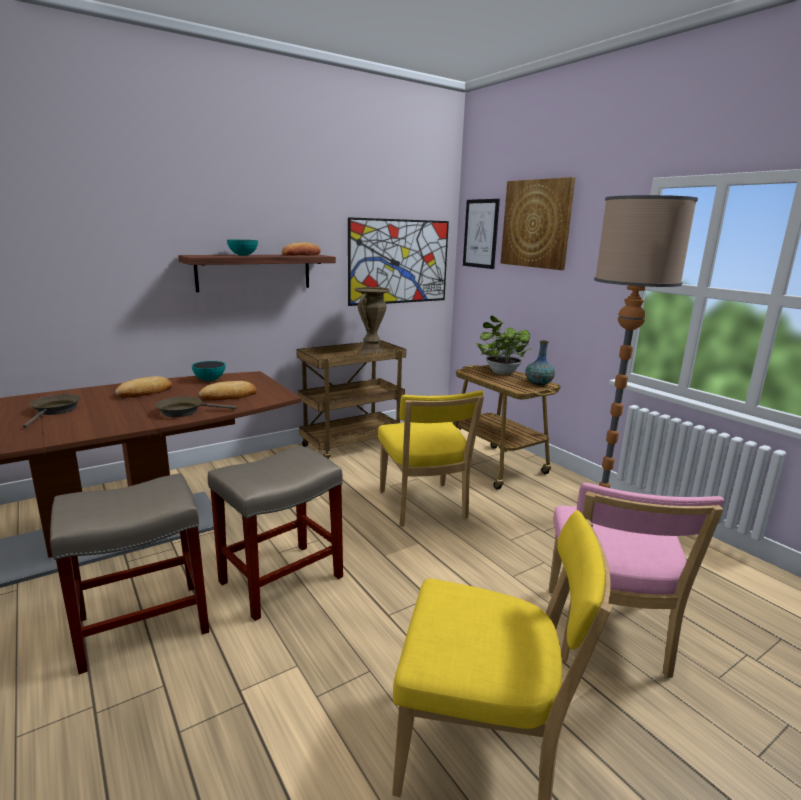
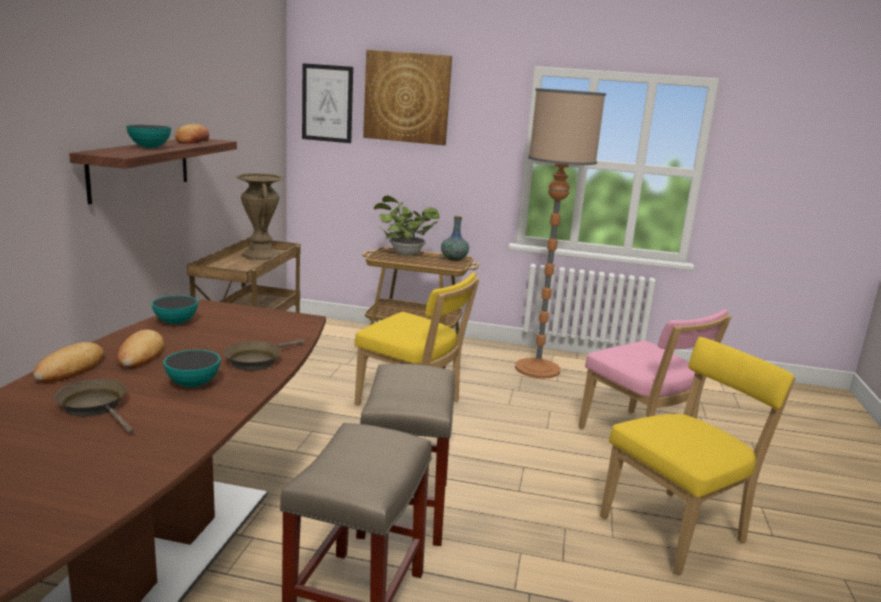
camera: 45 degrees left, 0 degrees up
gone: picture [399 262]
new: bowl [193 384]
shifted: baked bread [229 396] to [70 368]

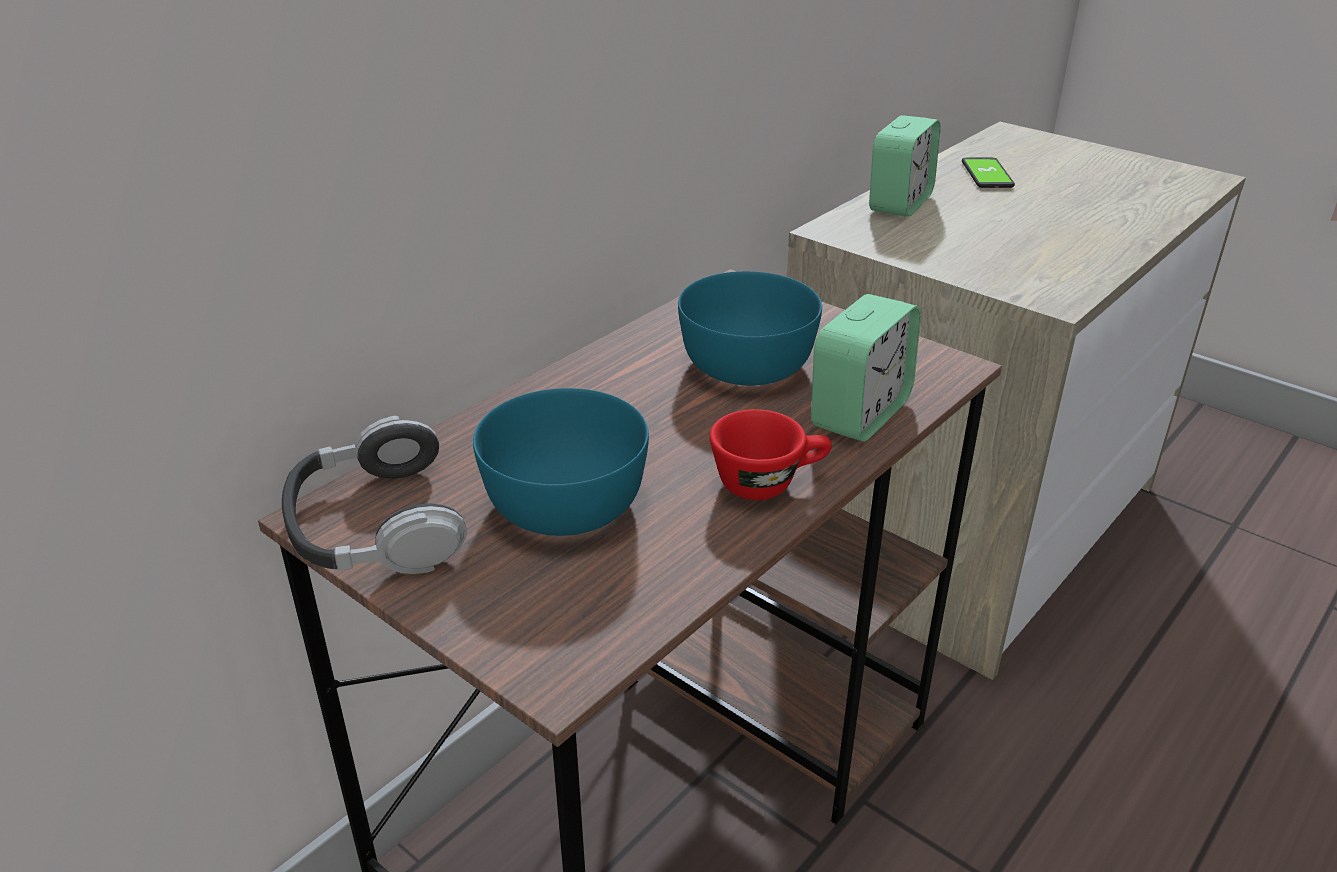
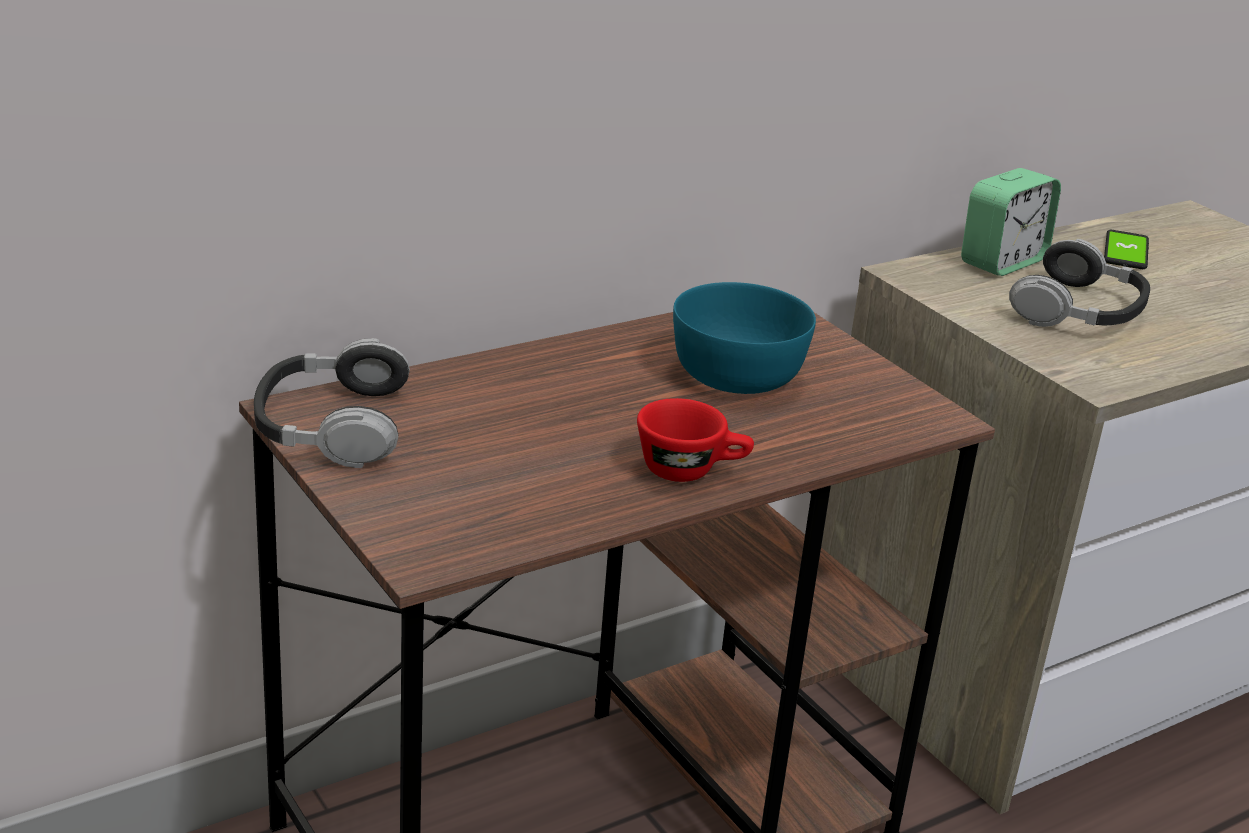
camera: 15 degrees right, 5 degrees down
gone: bowl (turquoise) [568 501]; alarm clock [860 414]
new: headset [1080 310]

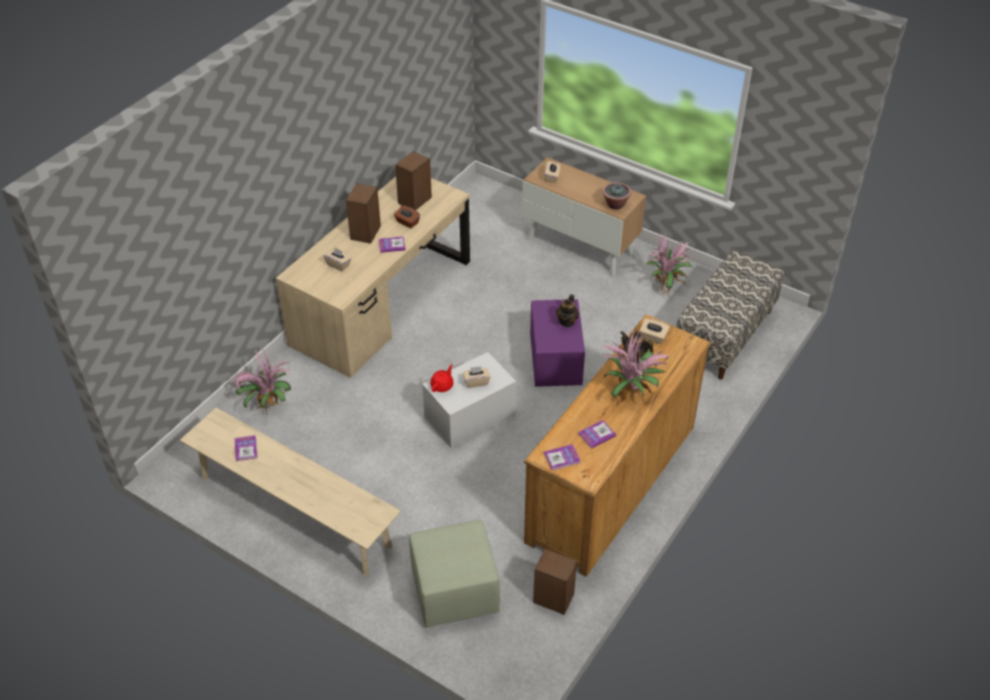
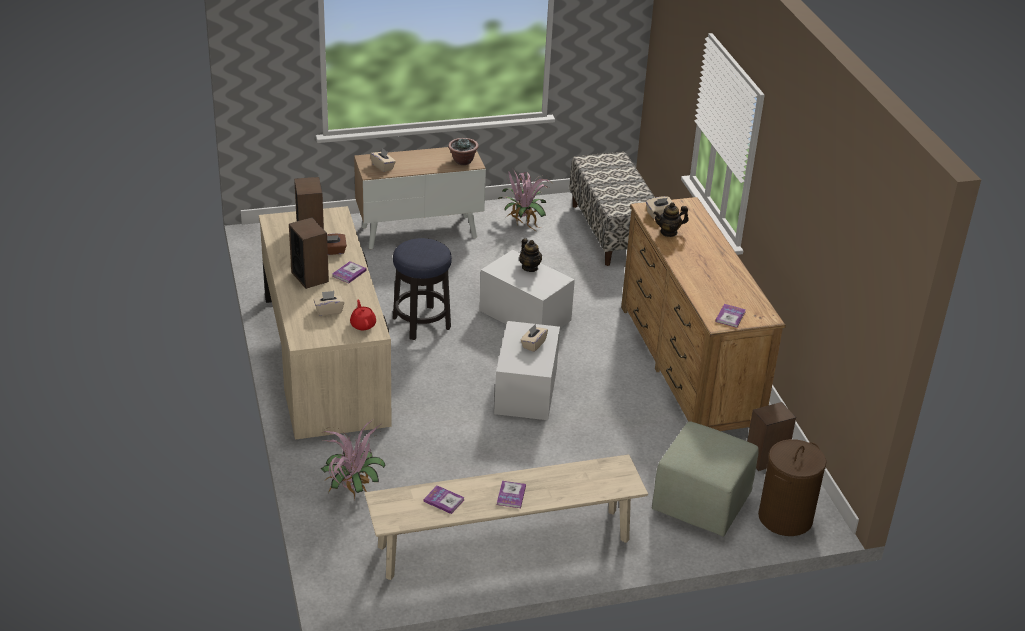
camera: 50 degrees left, 10 degrees down
gone: potted plant [631 394]
new: sitting stool [421 323]; washing basket (brown) [785 518]
shifted: teapot (red) [442 385] to [363 324]; bound book [597 435] to [511 495]
repainted: storage container (purplish) [555 358] to storage container (white) [524 315]

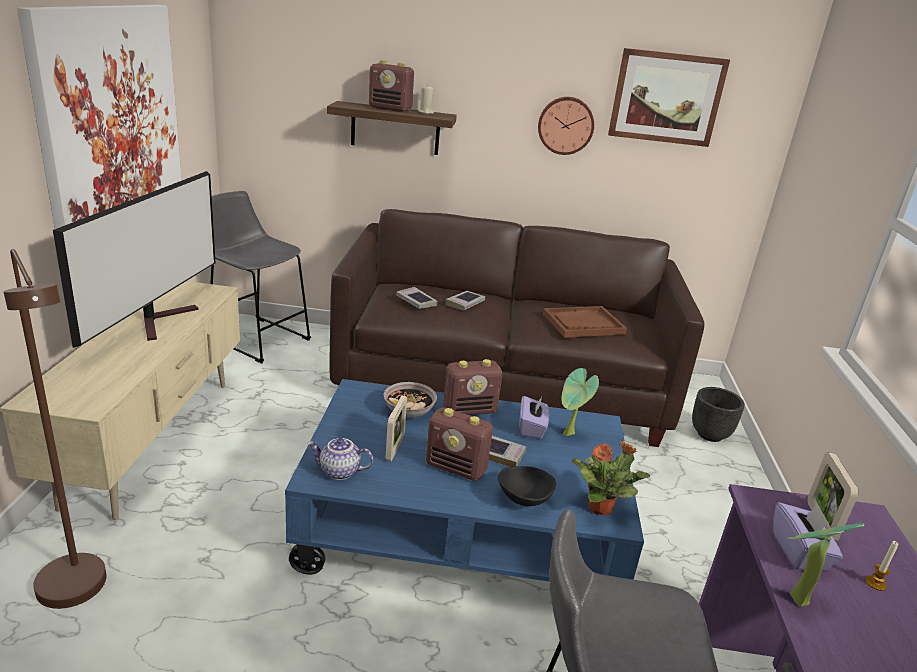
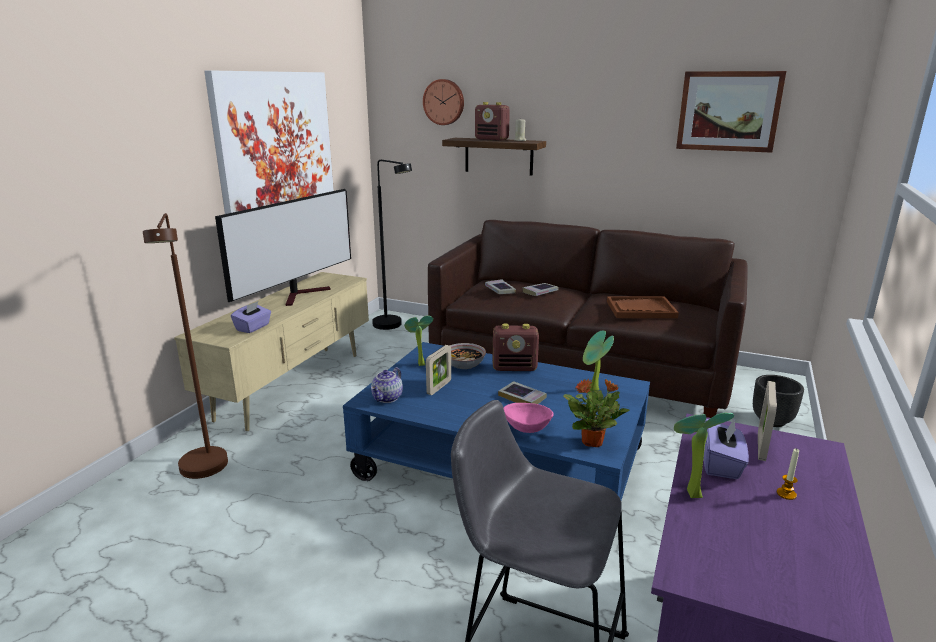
camera: 20 degrees right, 5 degrees down
gone: radio receiver [456 468]
new: potted plant [419 364]
shifted: box of tissues (purplish) [531 428] to [253 327]; hanging clock [565 125] to [444 102]
swapped: sitting stool (grey) [256 338] to floor lamp (black-coloured) [393 326]
repainted: bowl (black-coloured) [523 499] to bowl (pink) [527 429]
rotated: teapot [339 472] = [388 398] 90 degrees counterclockwise

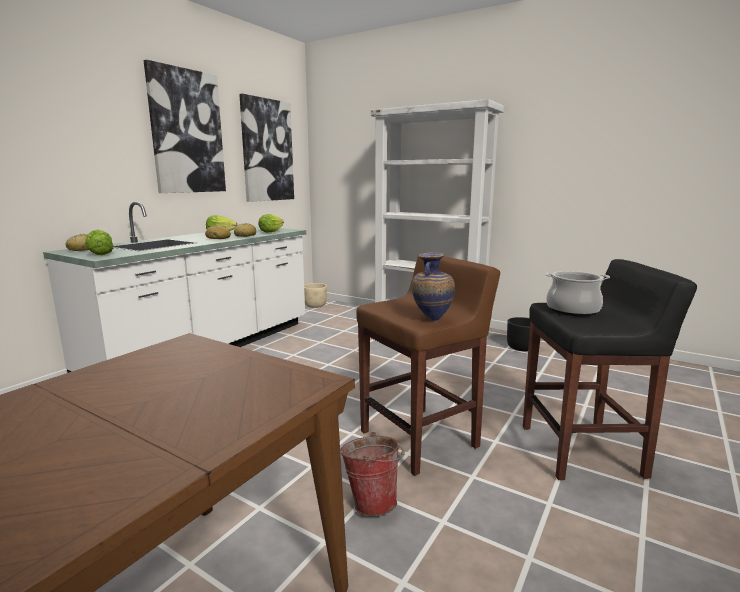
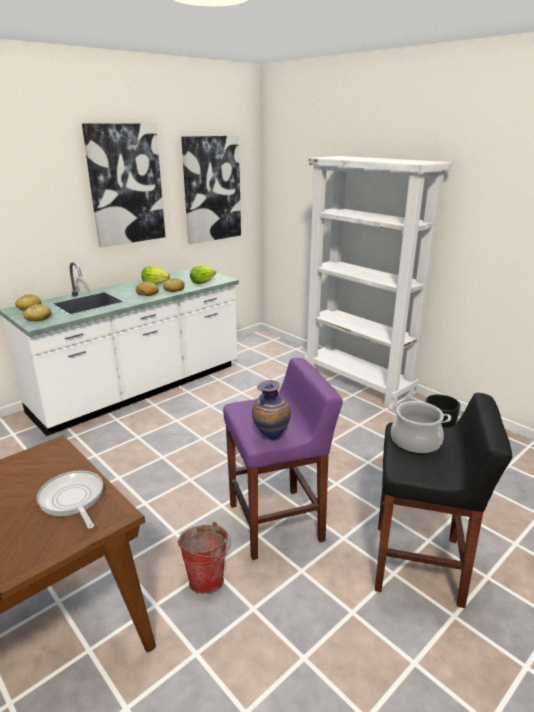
camera: 15 degrees right, 10 degrees up
gone: planter (sand-coloured) [315 305]
new: skillet [73 500]
swapped: lettuce head [100 254] to baked bread [38 318]
repainted: sitting stool (brown) [420 439] to sitting stool (purplish) [277 522]

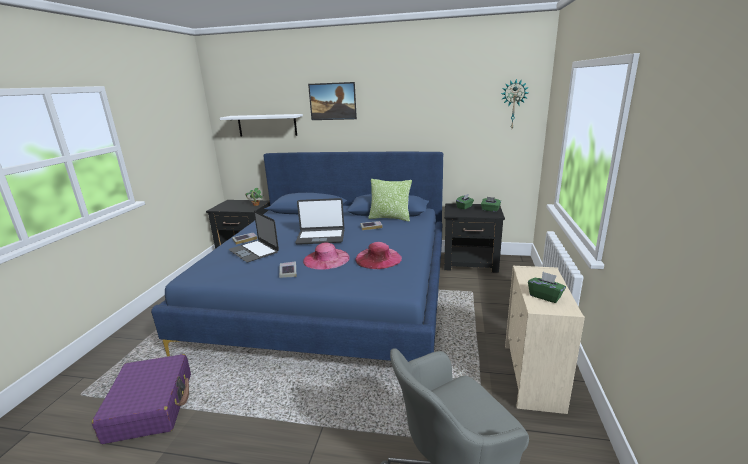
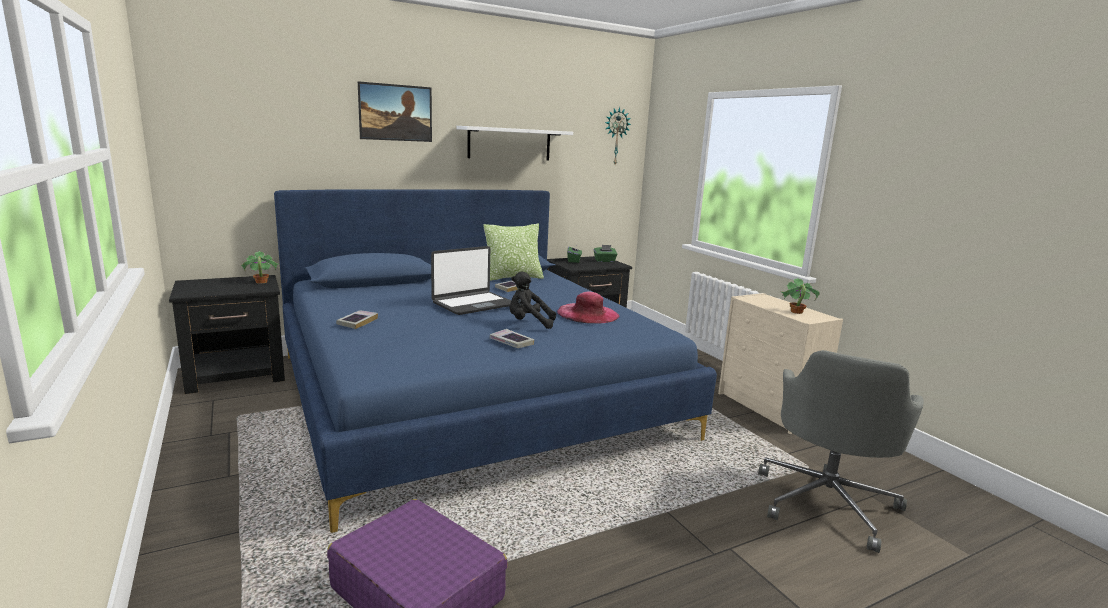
camera: 40 degrees left, 5 degrees down
gone: notebook computer [254 251]
shifted: shelf (white) [267 125] to [509 144]
swapped: clothing hat (pink) [326 259] to cuddly toy (black-coloured) [529 323]; box of tissues (green-coloured) [545 296] to potted plant [796 312]

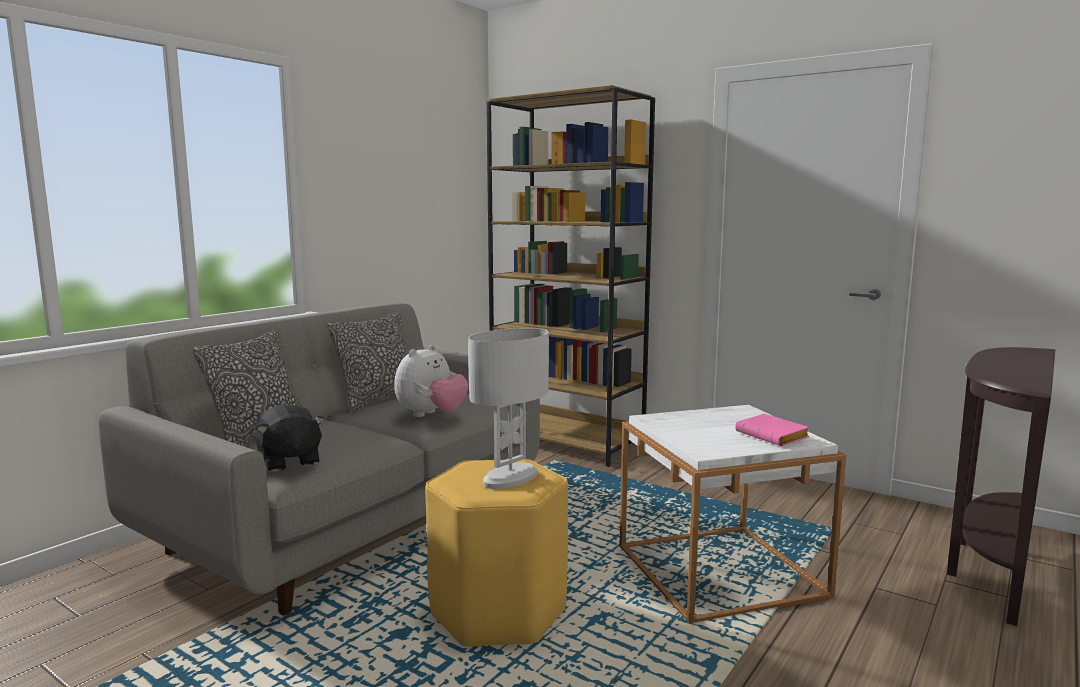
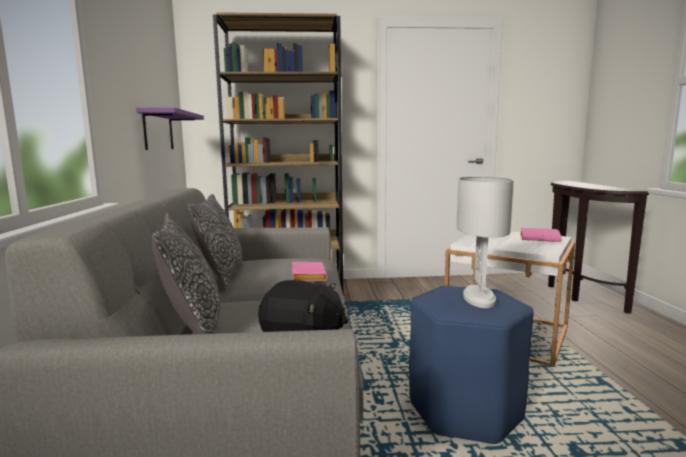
camera: 40 degrees left, 0 degrees up
new: shelf (purplish) [158 131]
swapped: cuddly toy [431 415] to bound book (pink) [307 276]
repainted: sitting stool (yellow-coloured) [499 612] to sitting stool (blue-coloured) [465 410]

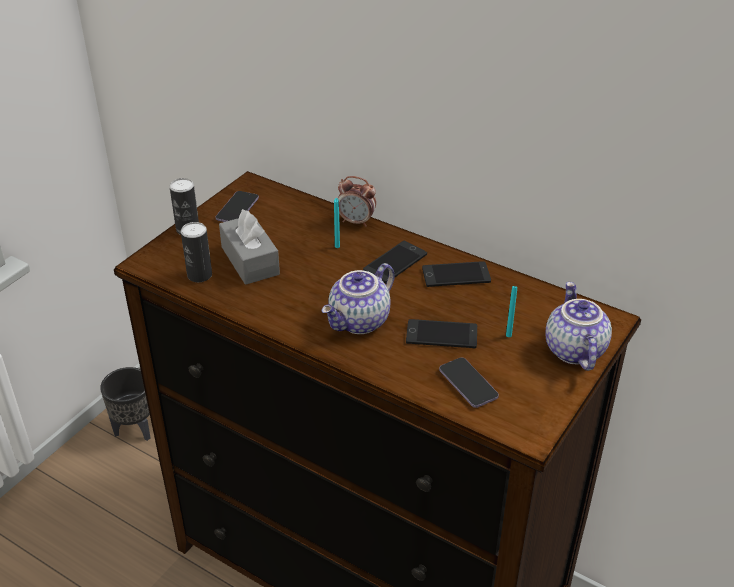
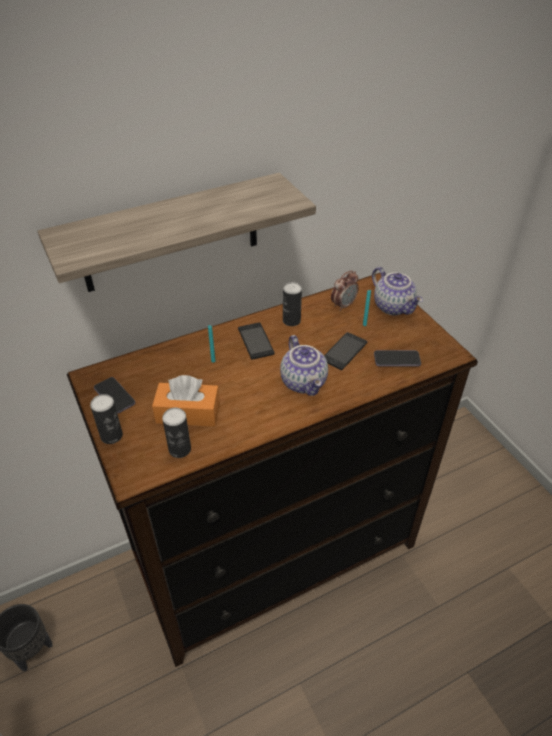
camera: 60 degrees left, 5 degrees up
new: shelf [171 234]
shifted: alarm clock [356 221] to [343 305]
swapped: telephone [456 275] to can [291 321]
repainted: box of tissues (grey) [250 261] to box of tissues (orangey) [188 413]
rotated: teapot [573 350] = [394 307] 150 degrees counterclockwise

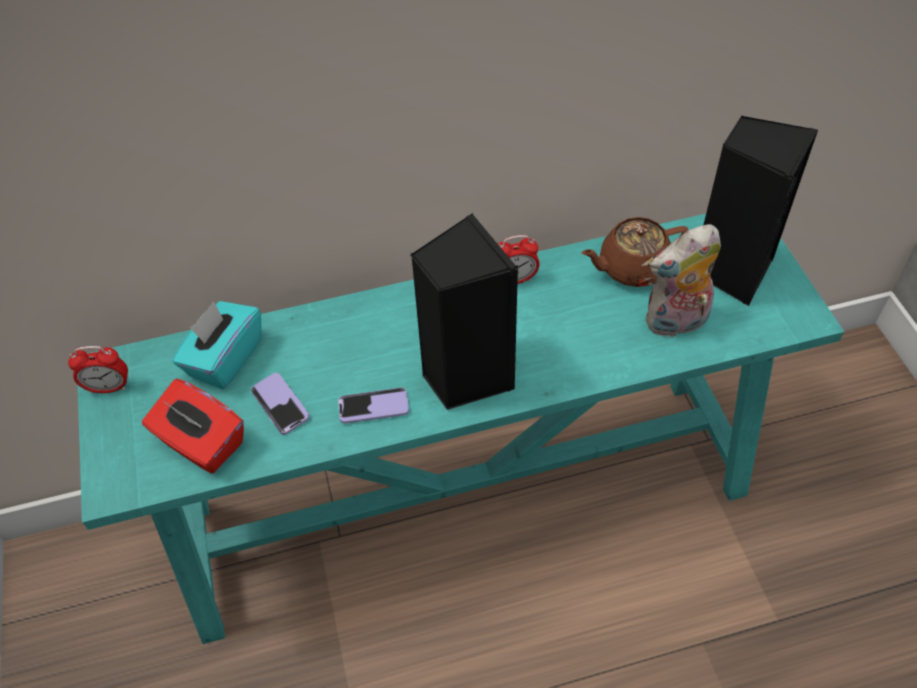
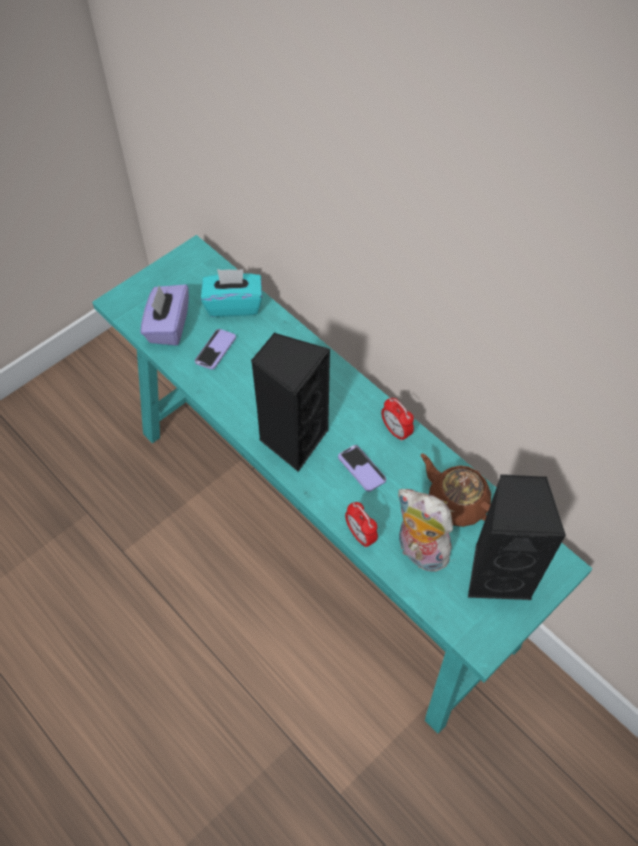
camera: 60 degrees right, 5 degrees up
shifted: alarm clock [109 387] to [360 535]; telephone [373 407] to [361 469]
repainted: box of tissues (red) [201 443] to box of tissues (purplish) [168 326]

